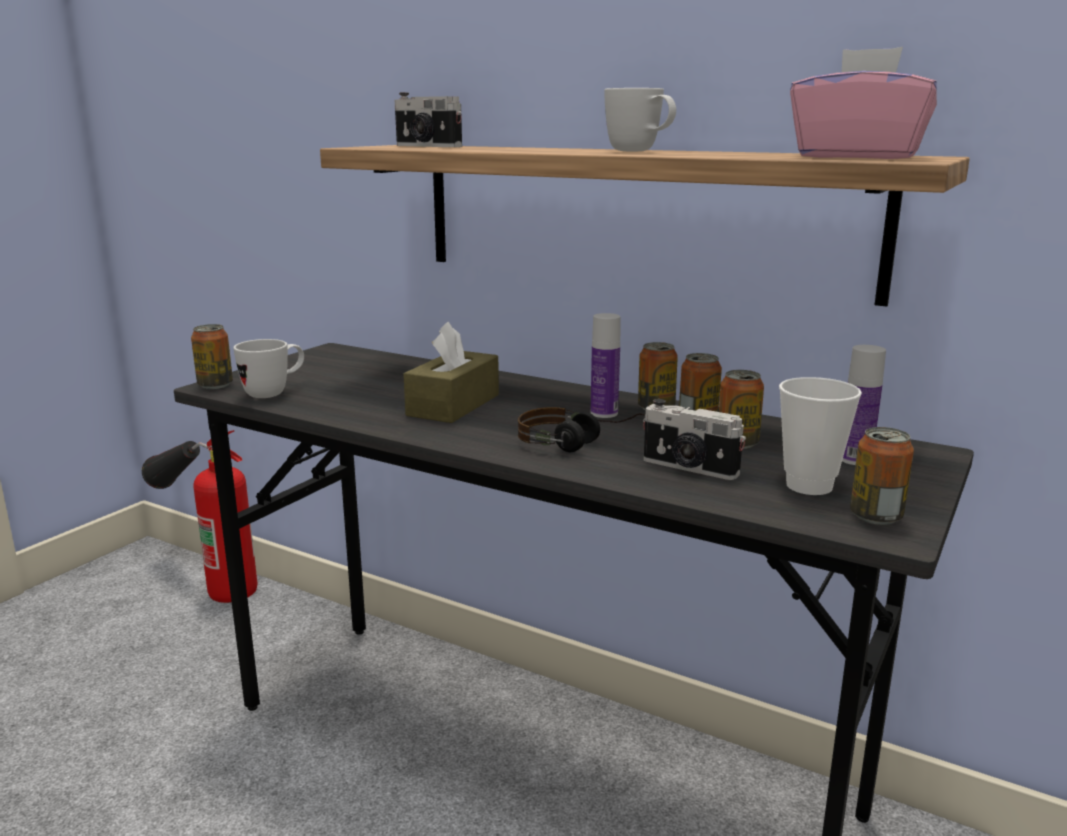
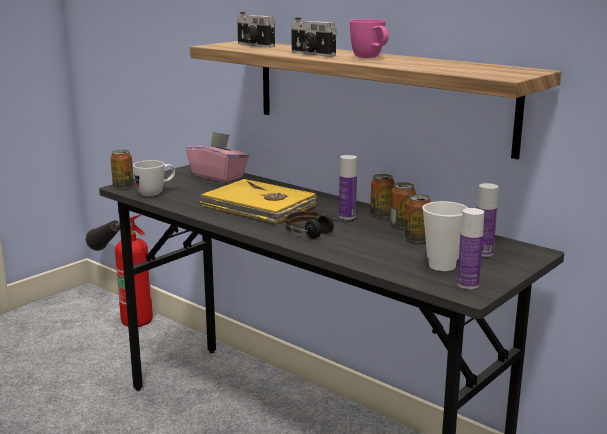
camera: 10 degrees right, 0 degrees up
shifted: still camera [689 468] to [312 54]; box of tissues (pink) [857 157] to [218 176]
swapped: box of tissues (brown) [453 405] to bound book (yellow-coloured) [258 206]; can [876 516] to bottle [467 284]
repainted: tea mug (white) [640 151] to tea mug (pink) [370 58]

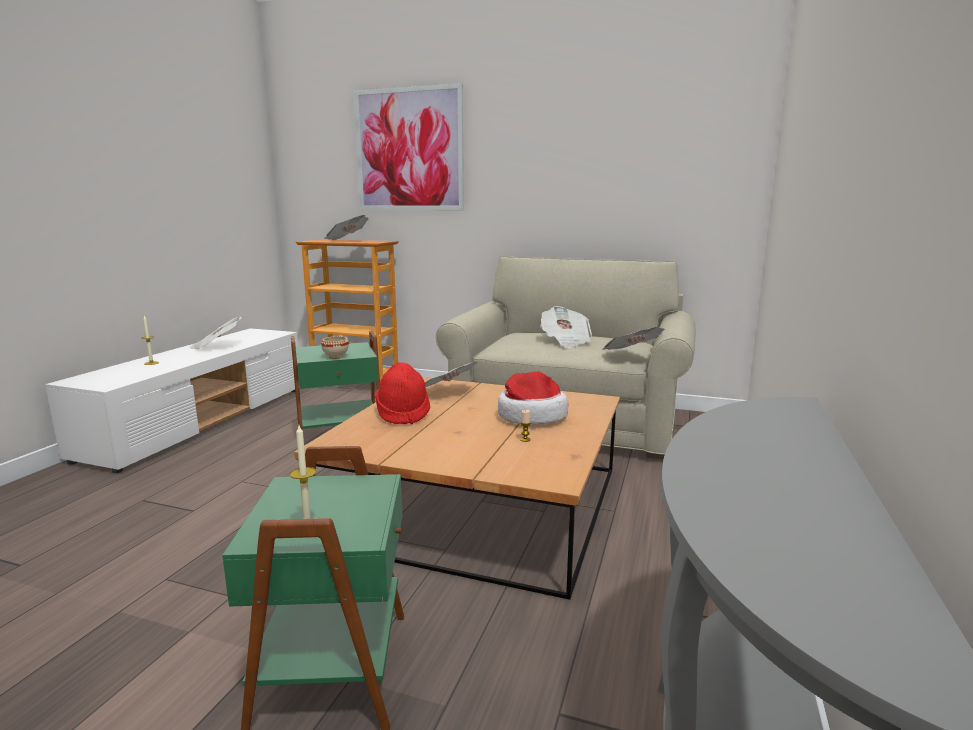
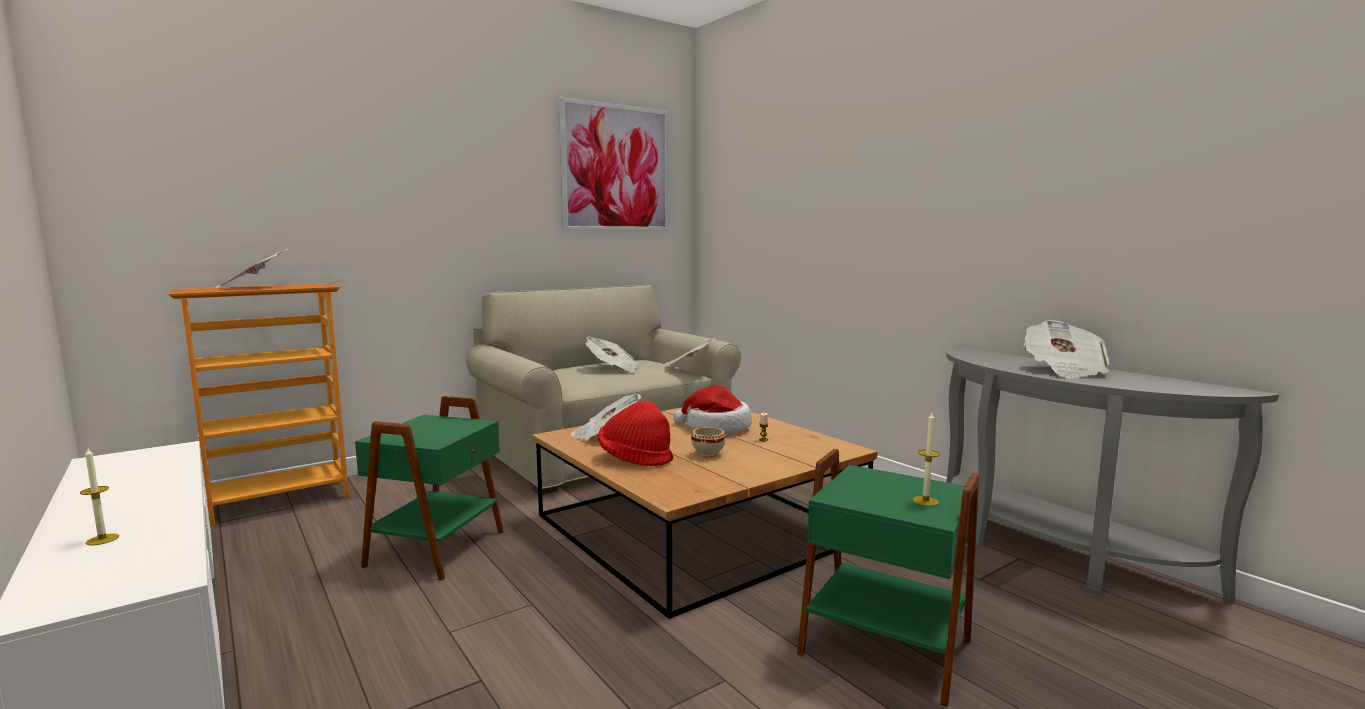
camera: 55 degrees left, 5 degrees down
shifted: newspaper [216 347] to [1063 370]; bowl (sand-coloured) [336 356] to [707 454]; picture [409 150] to [616 168]

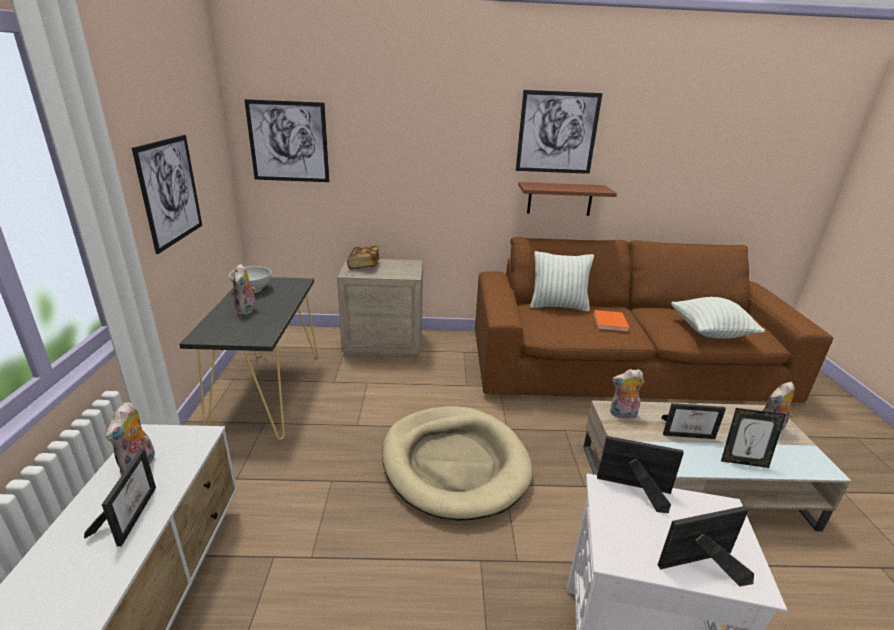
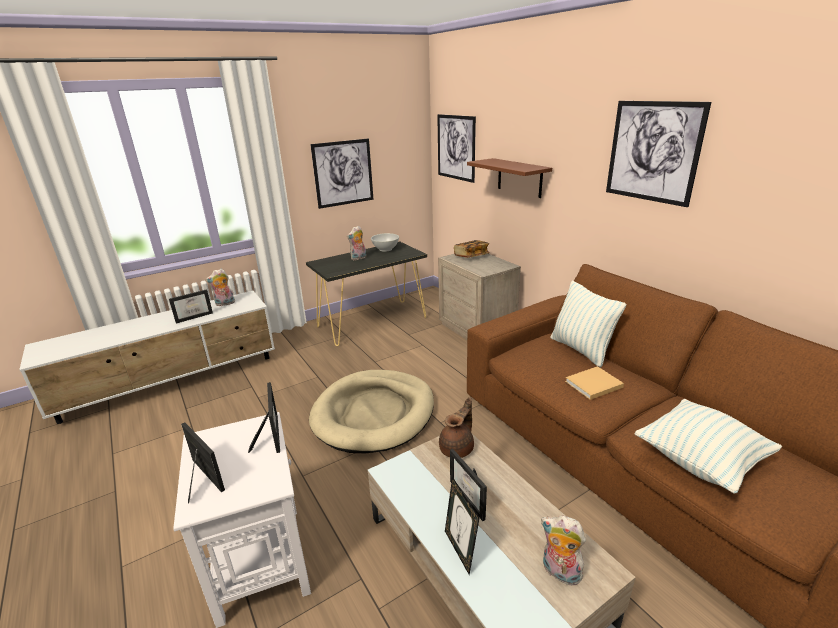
camera: 60 degrees right, 0 degrees up
shifted: shelf (brown) [560 199] to [519 178]
swapped: cuddly toy [622 415] to teapot (brown) [458 448]
repainted: bound book (orangey) [610 323] to bound book (sand-coloured) [592 385]

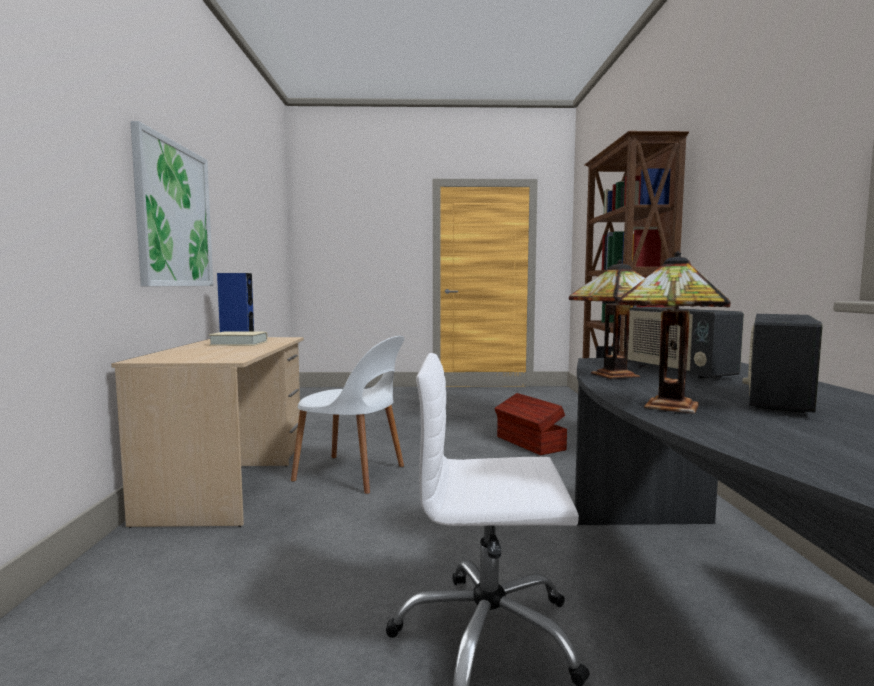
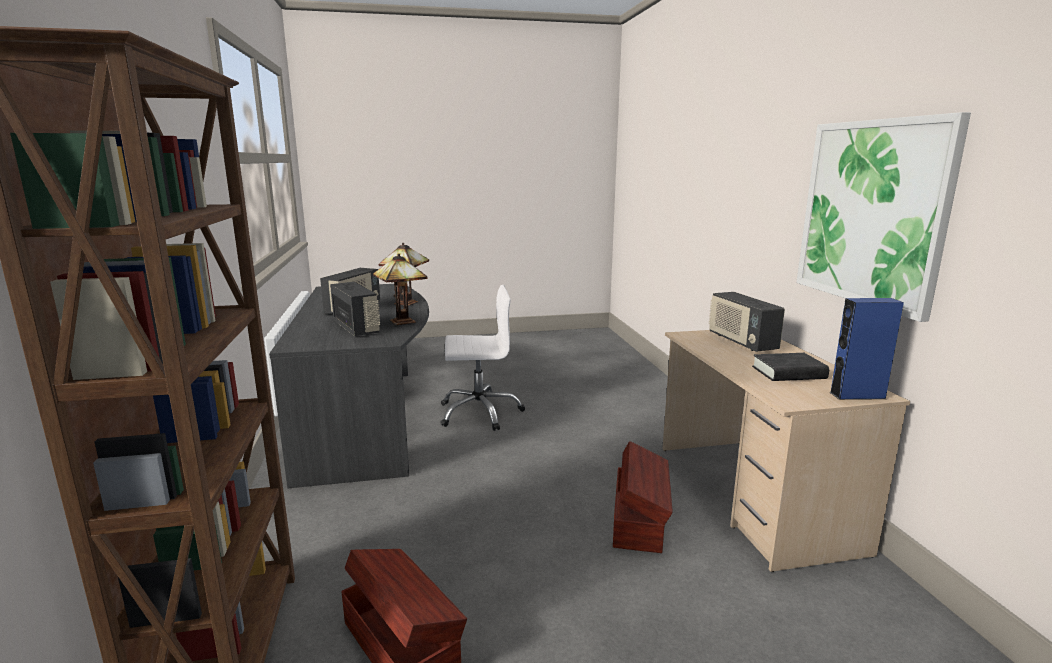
camera: 170 degrees right, 10 degrees up
new: radio receiver [741 342]
swapped: upright chair (white) [352 474] to storage container (brown) [639 519]
repainted: bound book (sand-coloured) [239 343] to bound book (black-coloured) [788 373]

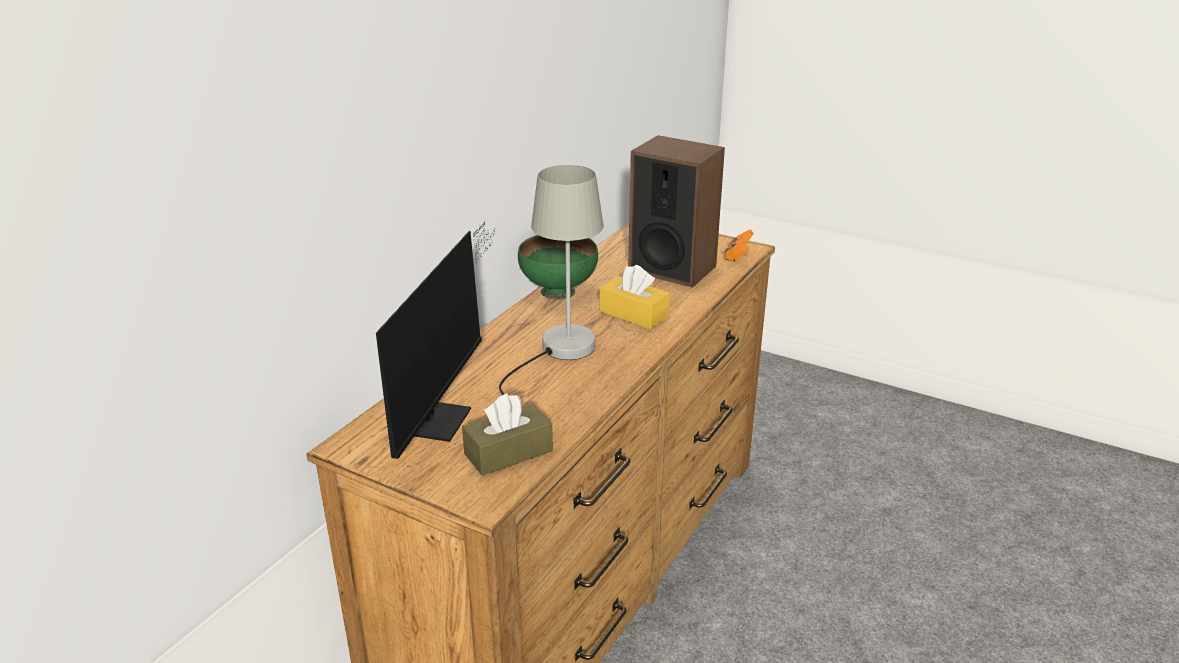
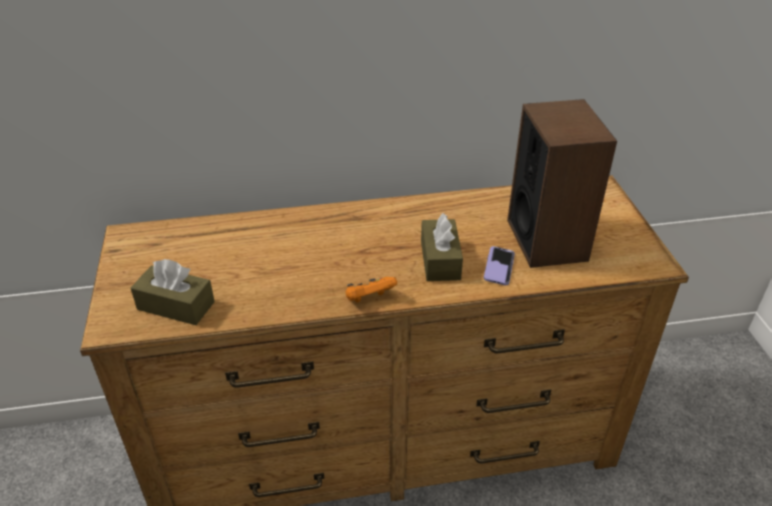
camera: 50 degrees right, 10 degrees up
gone: computer screen [440 415]; tabletop lamp (grey) [558 354]; bowl (green-coloured) [558 292]
new: telephone [499 267]
shifted: joypad (orangey) [737 257] to [369 299]
repainted: box of tissues (yellow-coloured) [633 314] to box of tissues (brown) [440 260]

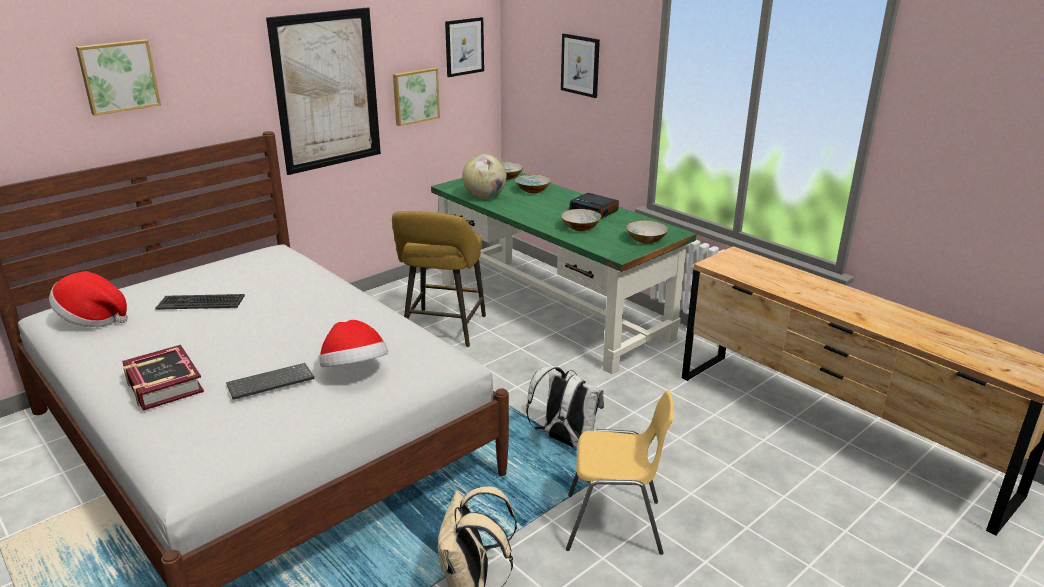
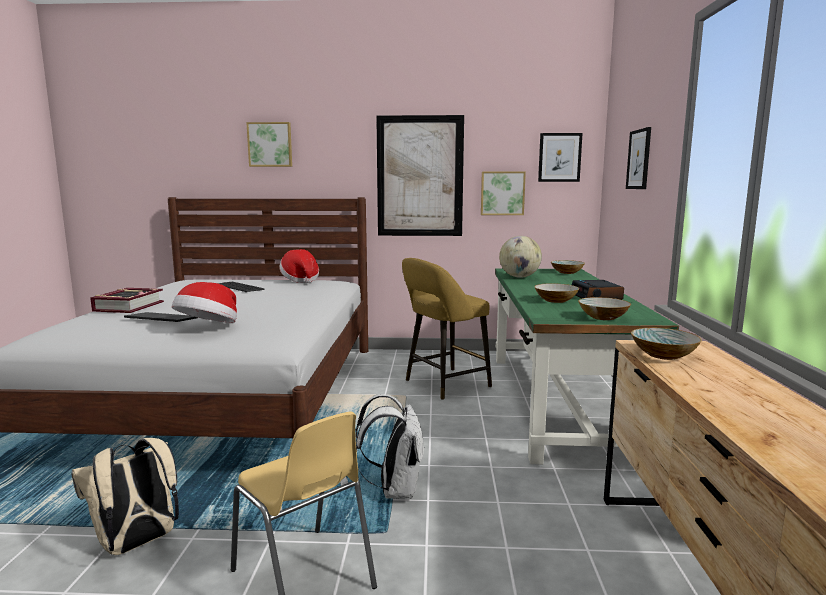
camera: 45 degrees right, 15 degrees down
shifted: clothing hat [93 319] to [300 280]; bowl [533 190] to [664 355]

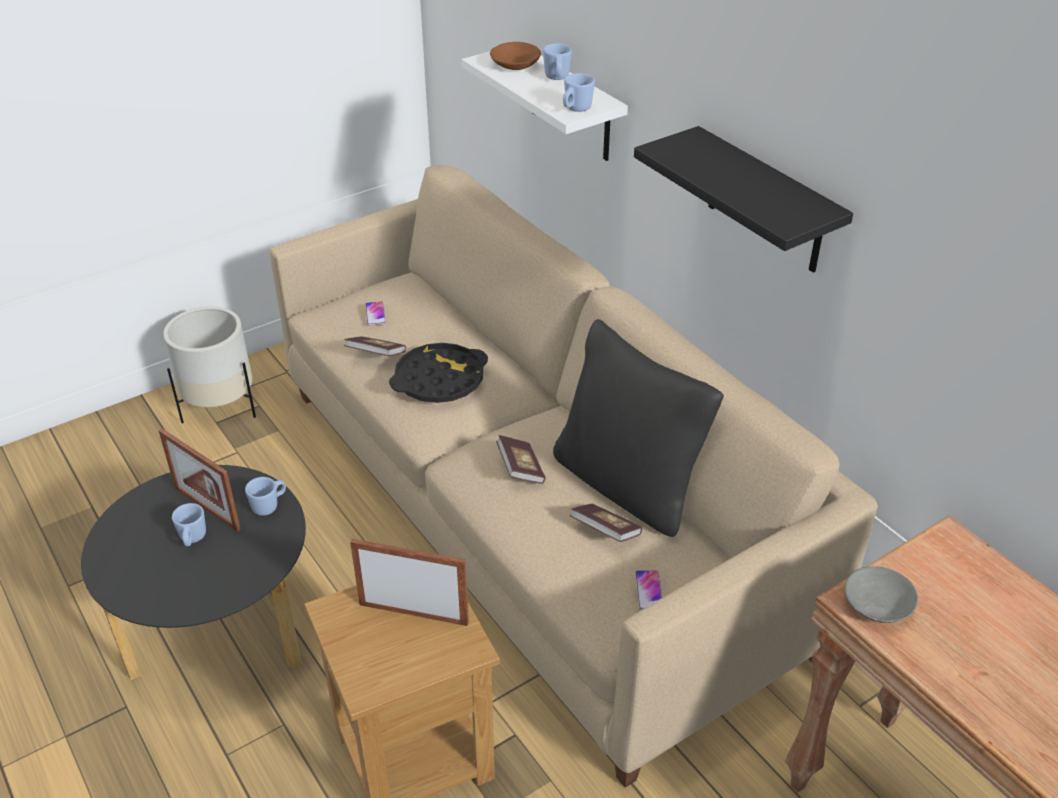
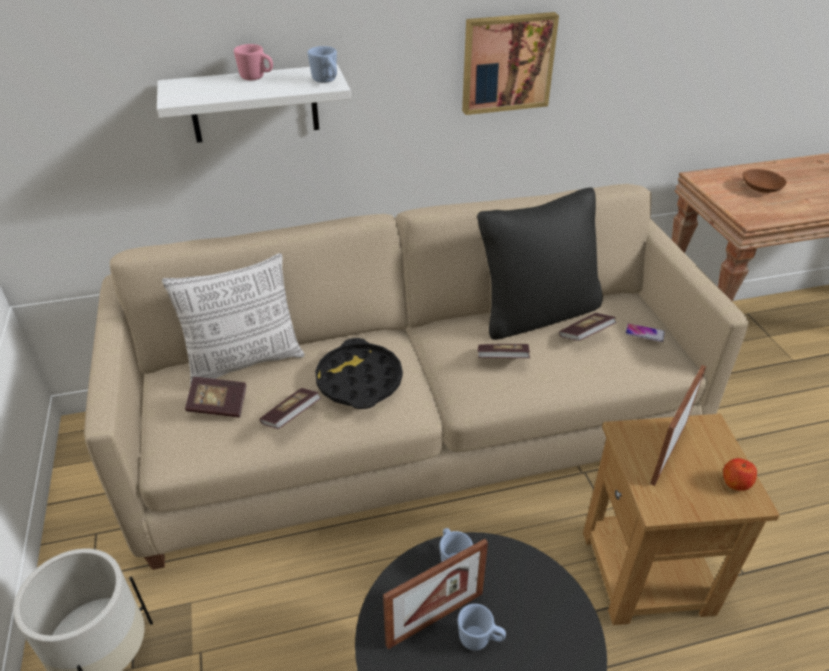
camera: 70 degrees left, 0 degrees up
gone: bowl (grey) [876 605]
new: throw pillow [245 362]; apple fruit [735 482]
shifted: bowl (brown) [515 65] to [761 188]
swapped: telephone [375 314] to bound book [218 406]; shelf (black-coloured) [765 202] to picture [507 62]
repainted: tea mug (blue-coloured) [557 78] to tea mug (pink) [256 78]

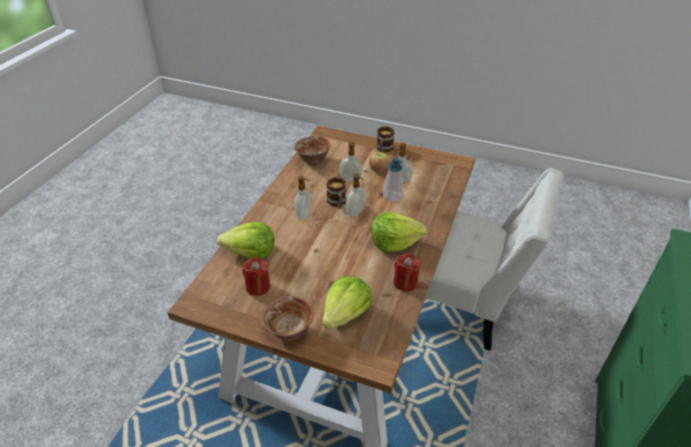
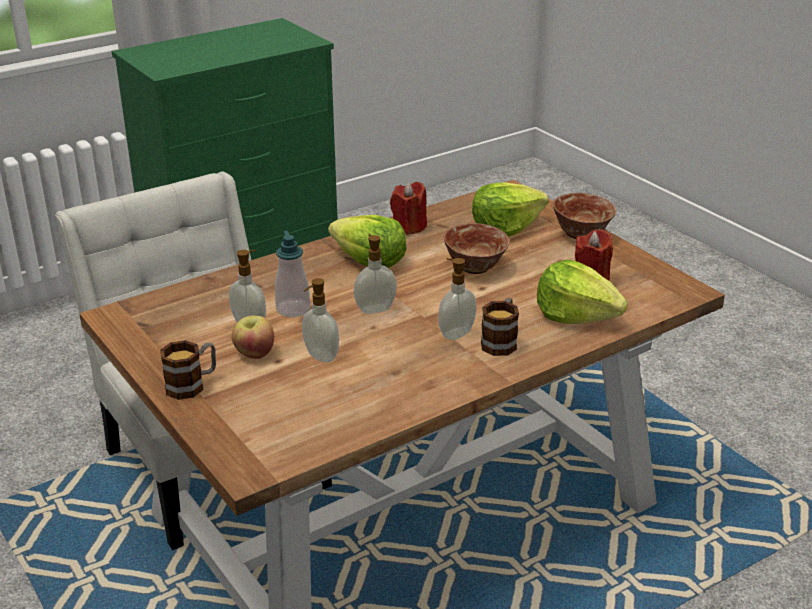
camera: 145 degrees left, 10 degrees down
shifted: bowl [313 160] to [475 267]; tea mug [337 203] to [501 341]

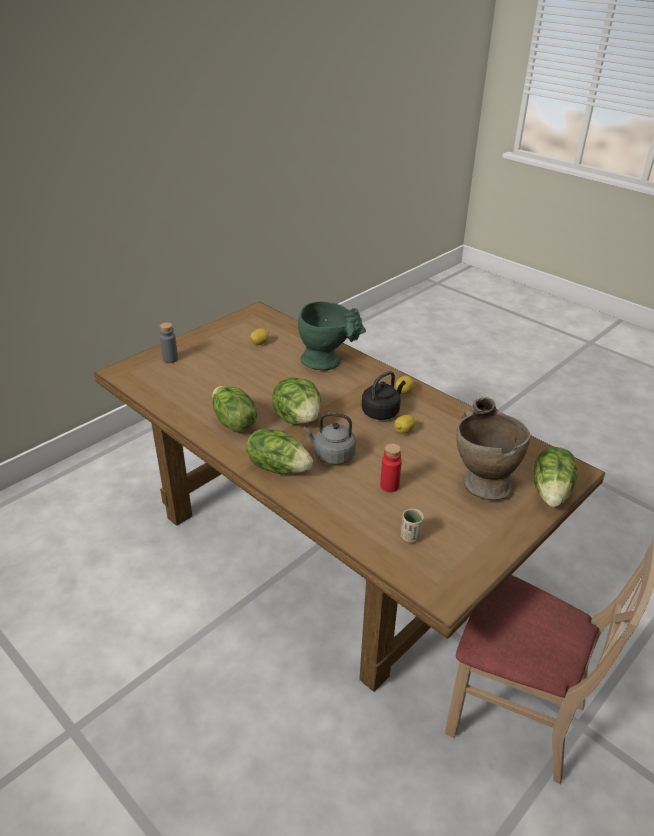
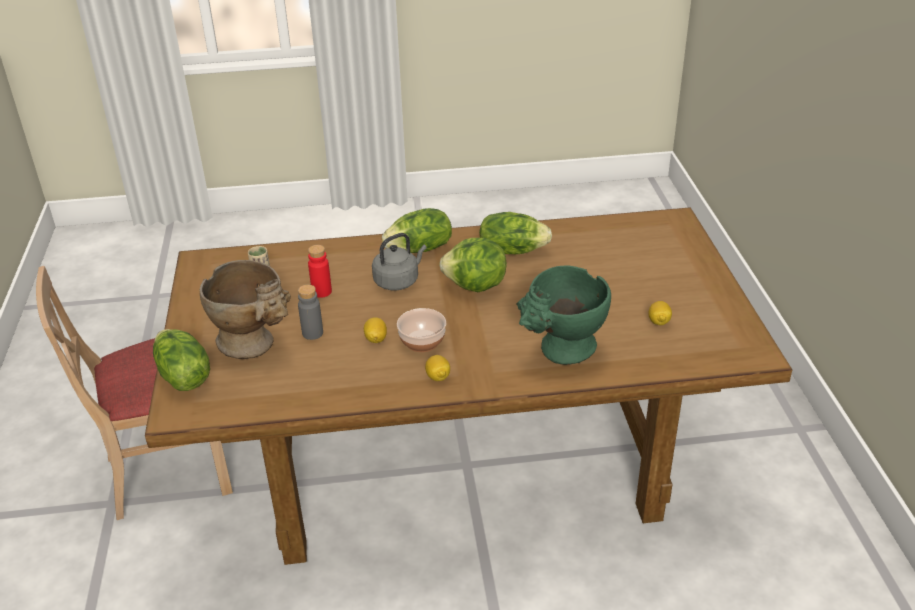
camera: 130 degrees right, 0 degrees up
shifted: bottle (grey) [170 359] to [312 333]
swapped: tea kettle (black-coloured) [382 411] to bowl [423 342]

